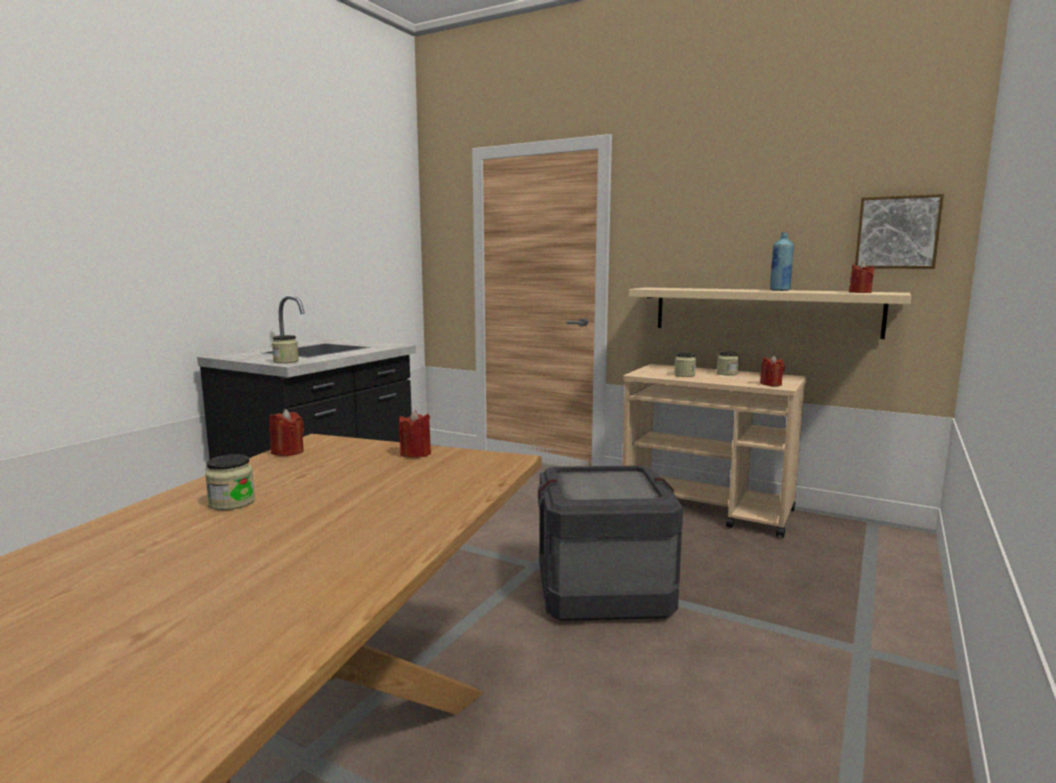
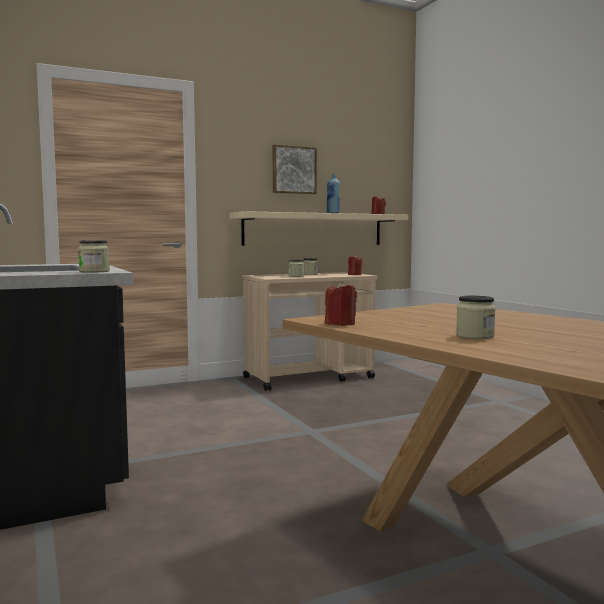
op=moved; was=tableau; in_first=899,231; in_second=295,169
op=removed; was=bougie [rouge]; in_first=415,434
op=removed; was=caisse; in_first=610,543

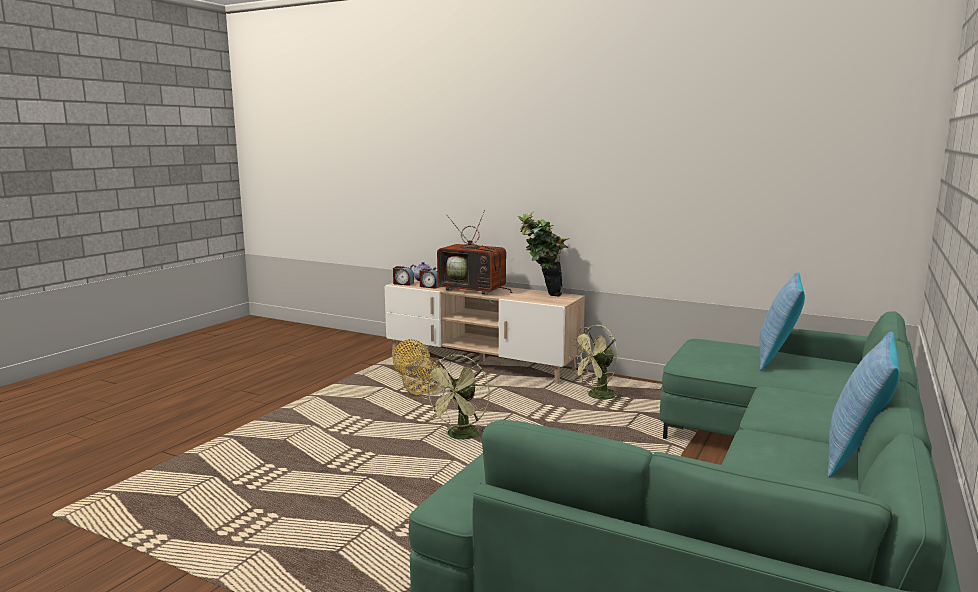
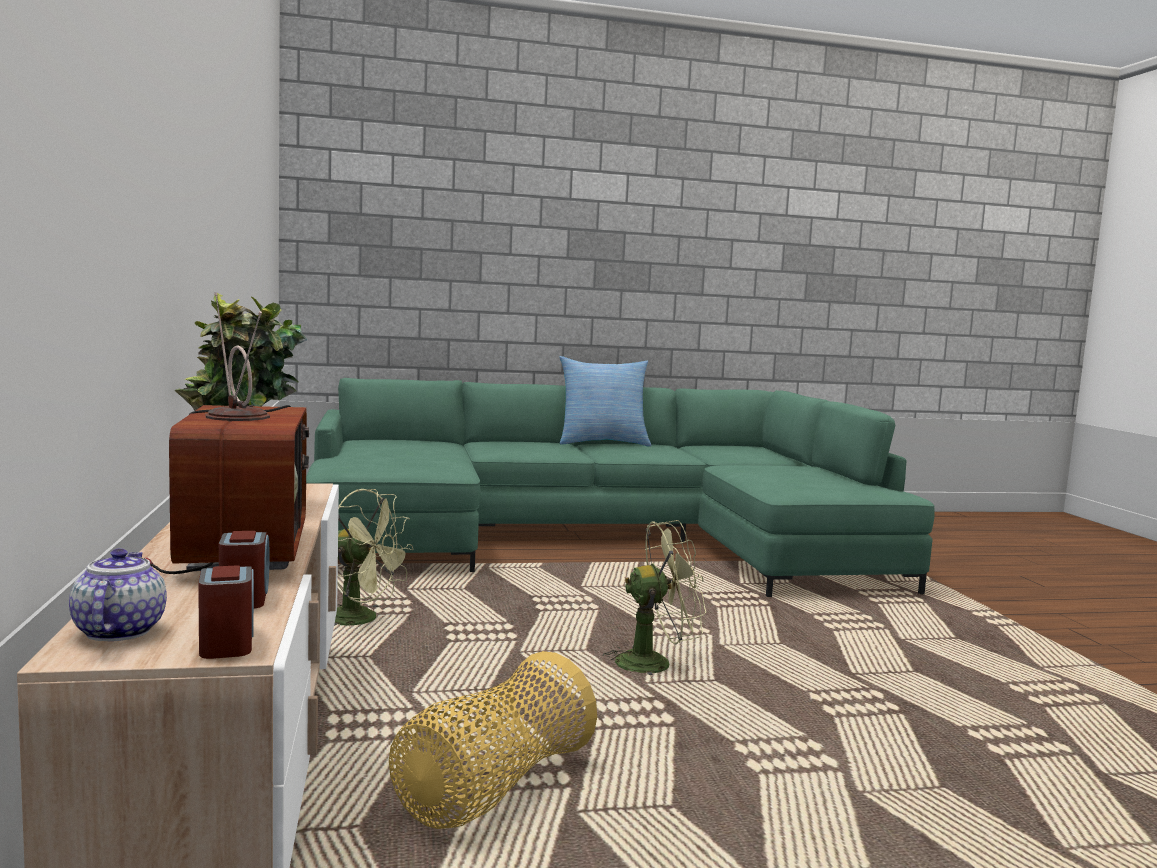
op=removed; was=coussin; in_first=782,322

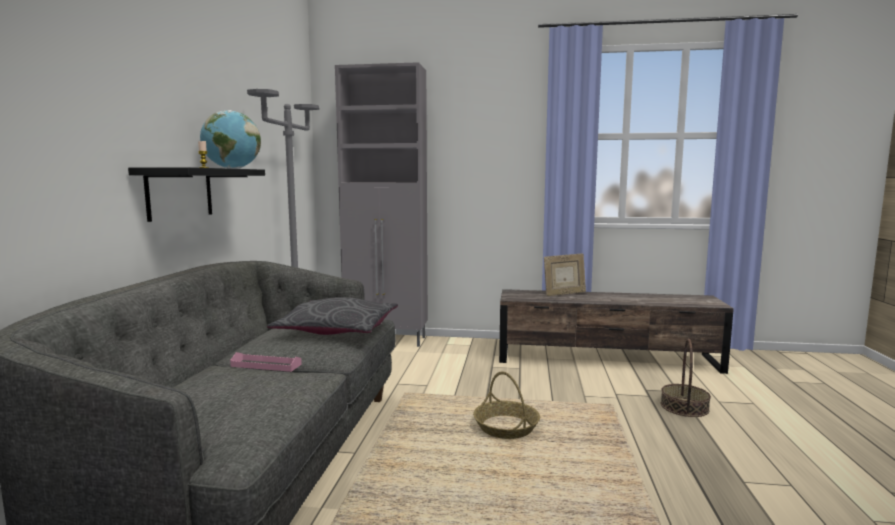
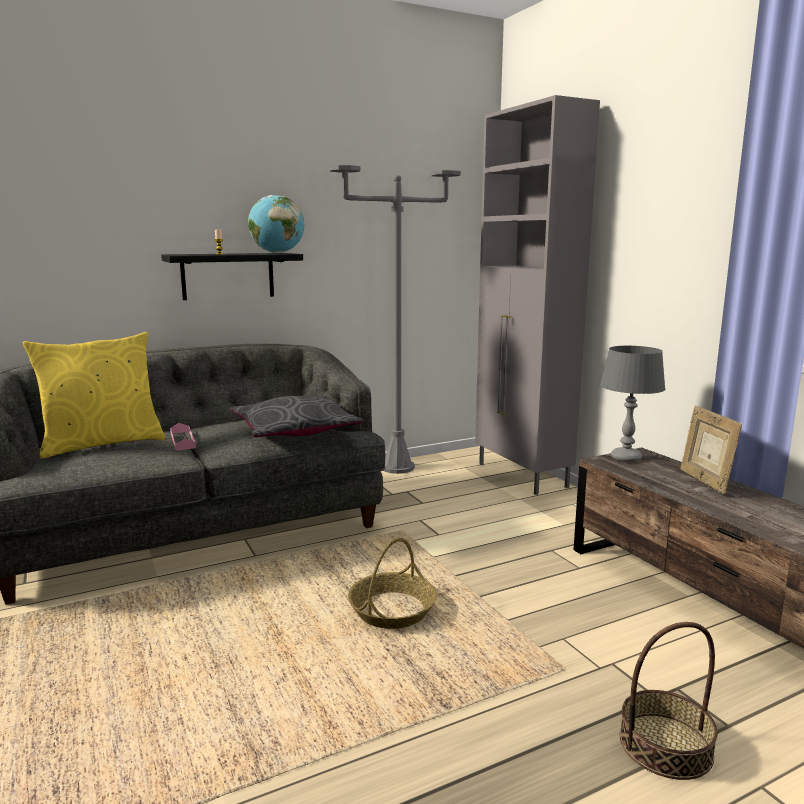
op=turned; was=cadre photo; in_first=565,274; in_second=711,450; clockwise=45
op=added; now=coussin [jaune]; in_second=94,395
op=added; now=lampe de table [gris]; in_second=633,404

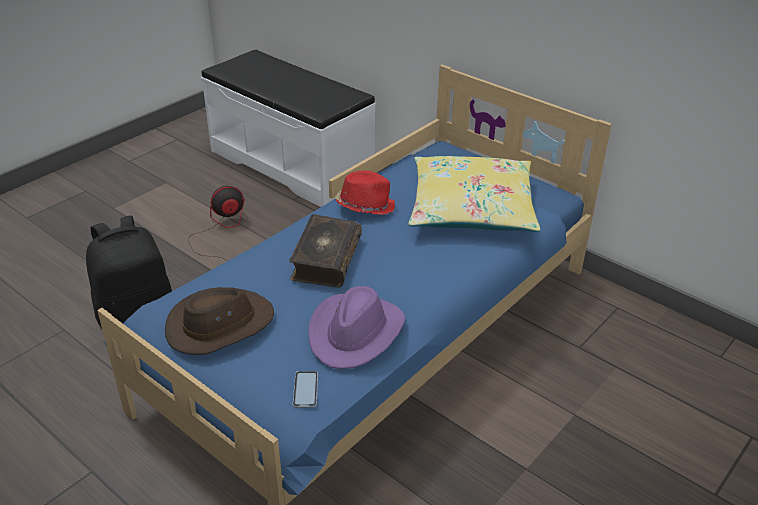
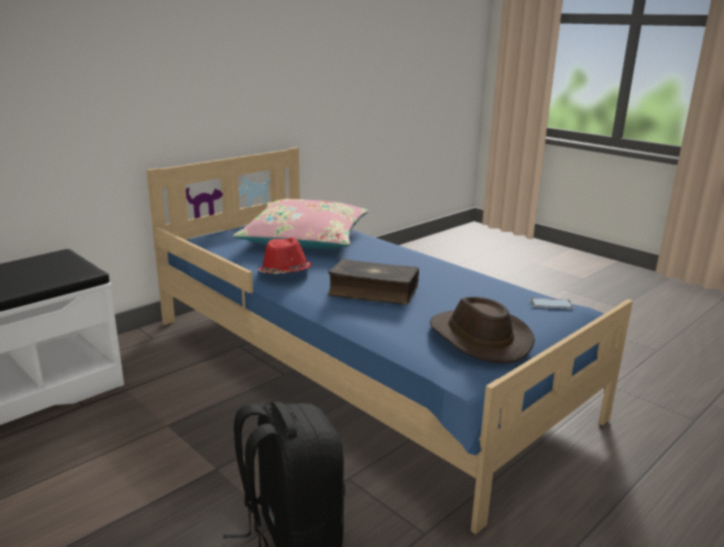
op=recoloured; was=coussin [jaune]; now=coussin [rose]; in_first=474,194; in_second=300,224
op=removed; was=ventilateur; in_first=216,223
op=removed; was=chapeau [violet]; in_first=357,327

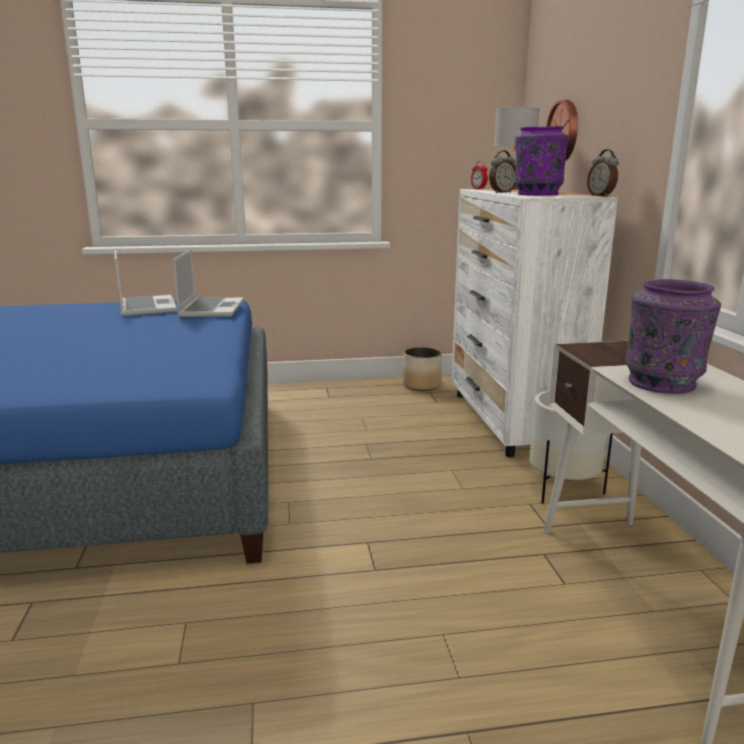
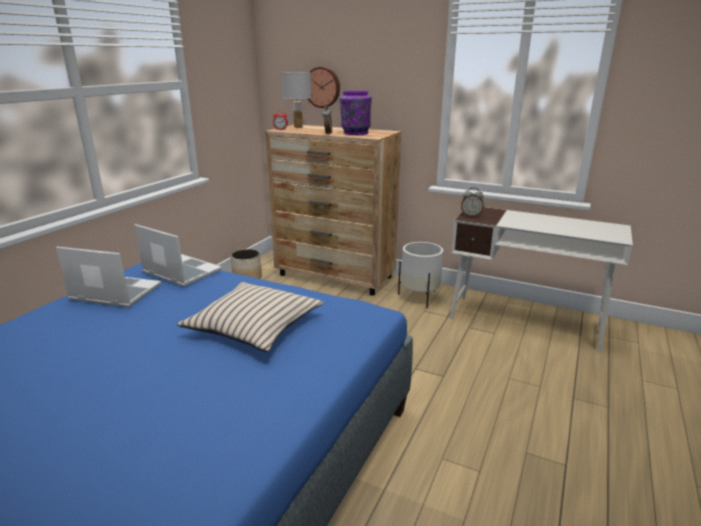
op=moved; was=réveil; in_first=603,173; in_second=472,202
op=recoloured; was=commode [blanc]; now=commode [marron]; in_first=535,323; in_second=333,210
op=removed; was=vase [violet]; in_first=673,336
op=added; now=coussin [beige]; in_second=250,317

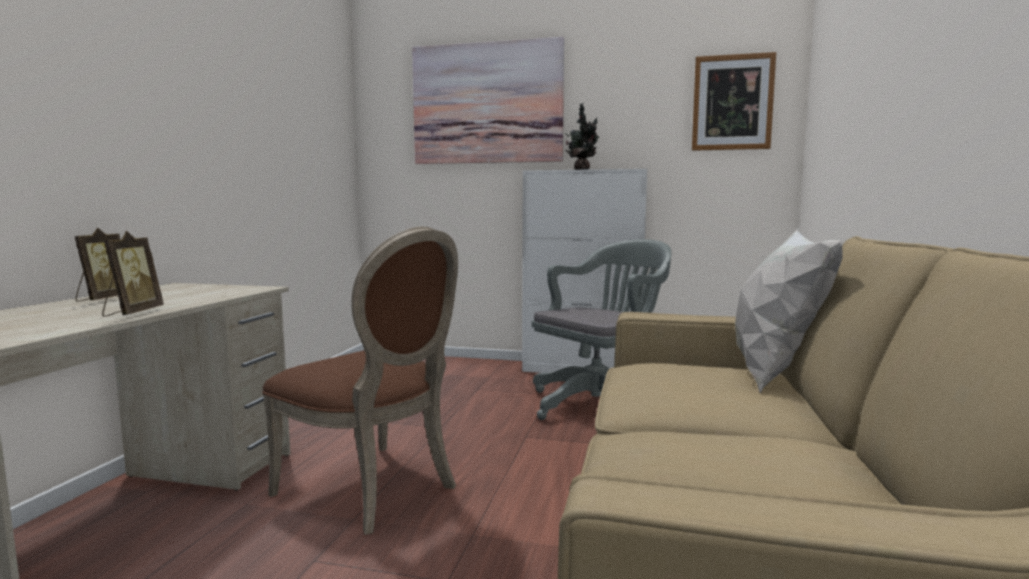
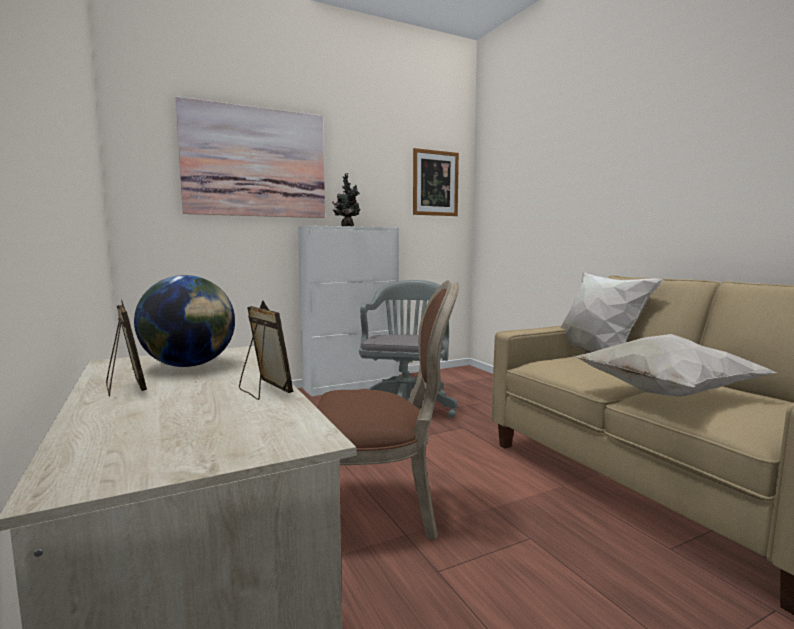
op=added; now=globe; in_second=184,321
op=added; now=coussin [blanc]; in_second=675,365

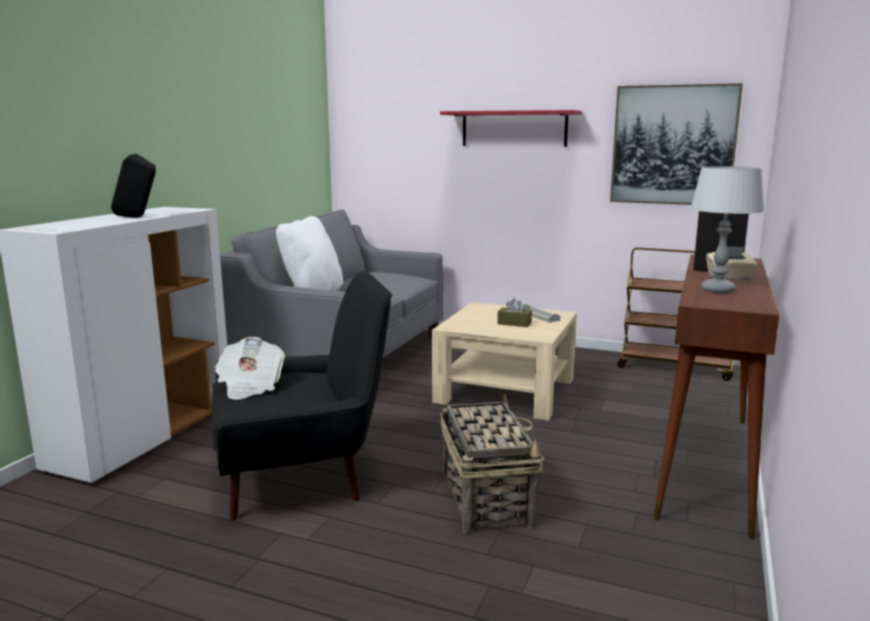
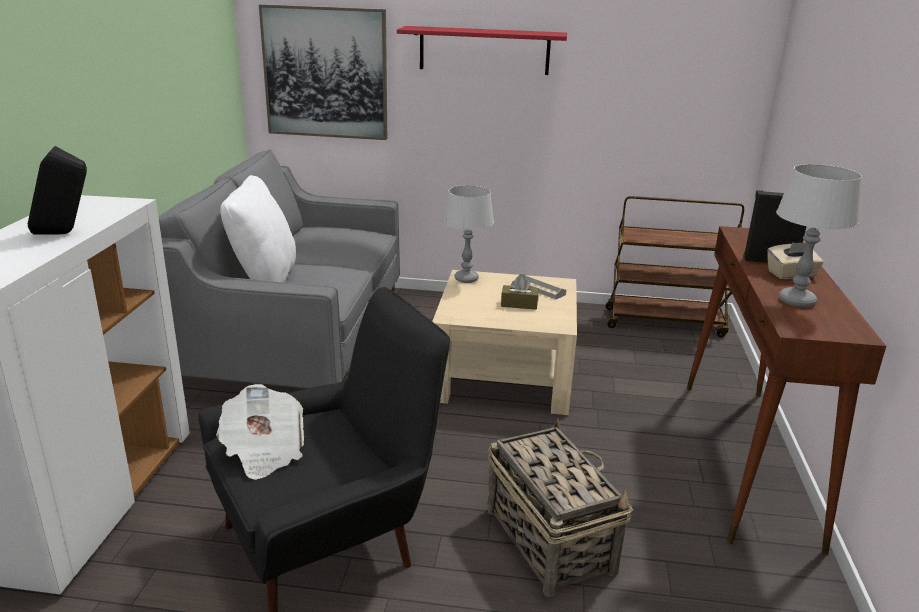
op=moved; was=tableau; in_first=676,144; in_second=323,72
op=added; now=lampe de table [gris]; in_second=468,234

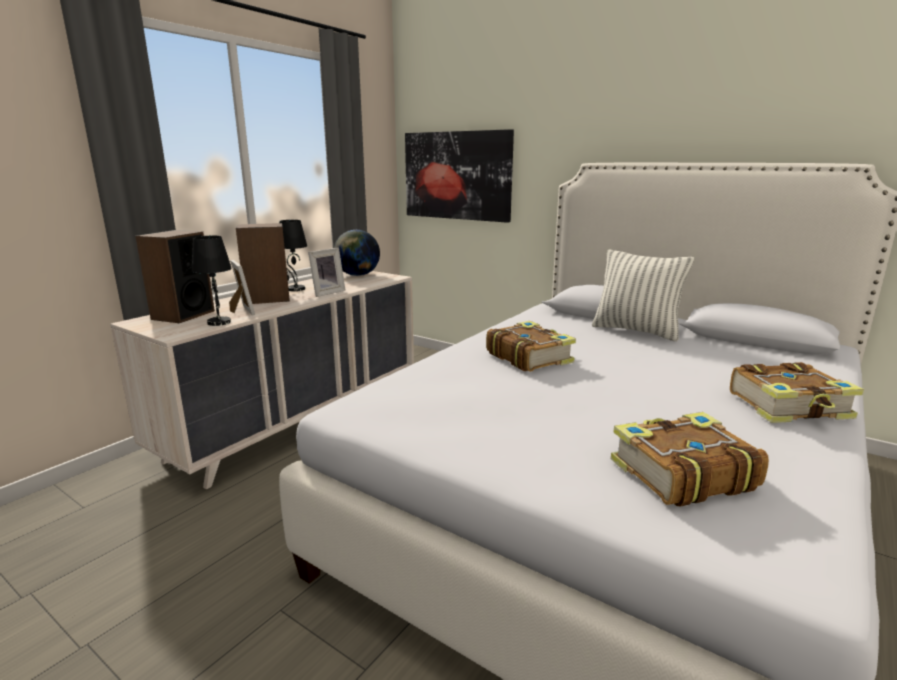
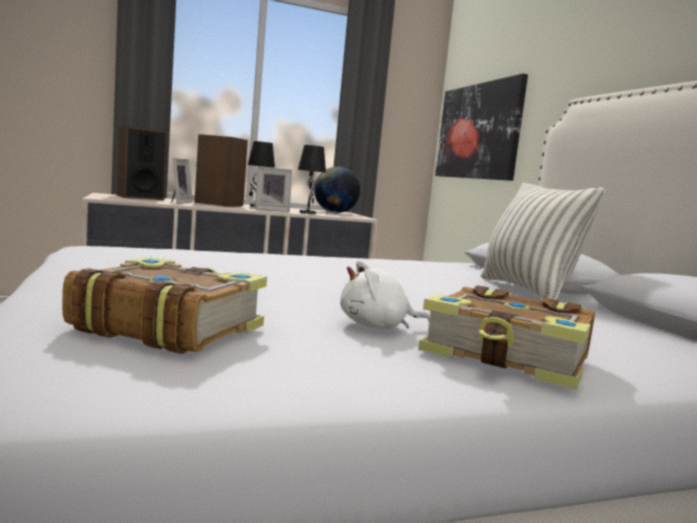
op=moved; was=lampe de table [noir]; in_first=212,281; in_second=312,179
op=removed; was=livre; in_first=531,346
op=added; now=peluche [blanc]; in_second=385,295

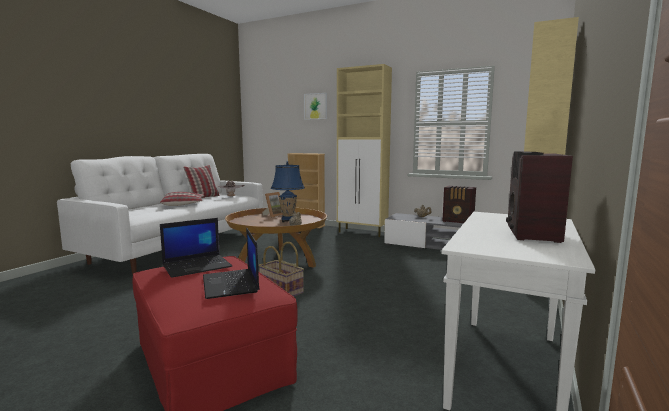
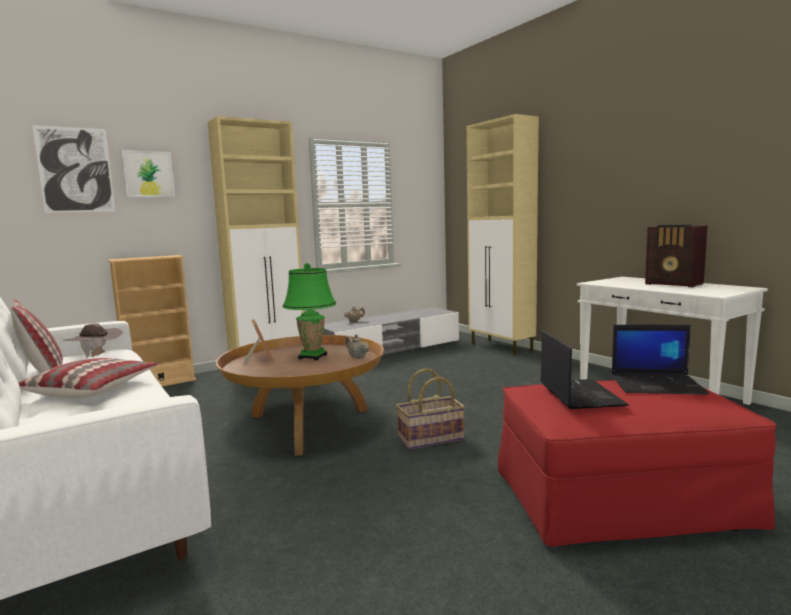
op=recoloured; was=lampe de table [bleu]; now=lampe de table [vert]; in_first=288,192; in_second=309,311
op=removed; was=radio; in_first=459,204
op=added; now=tableau; in_second=73,169

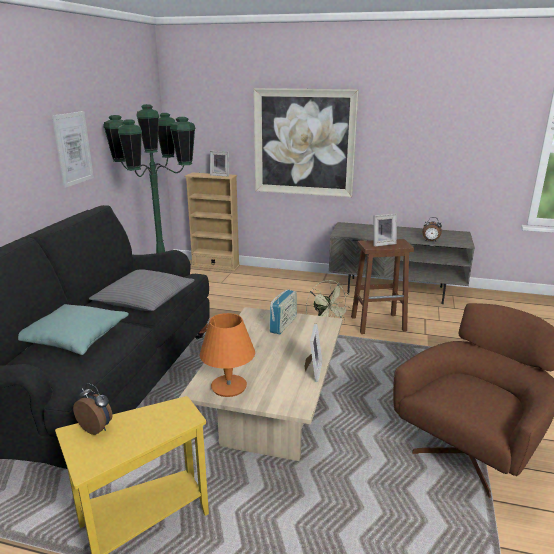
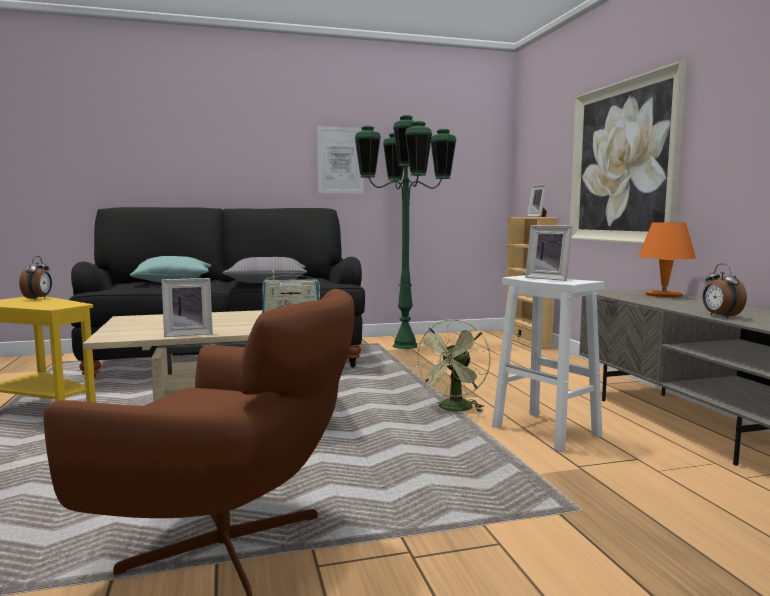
op=recoloured; was=tabouret [marron]; now=tabouret [blanc]; in_first=382,286; in_second=548,363
op=moved; was=lampe de table [orange]; in_first=227,355; in_second=667,259

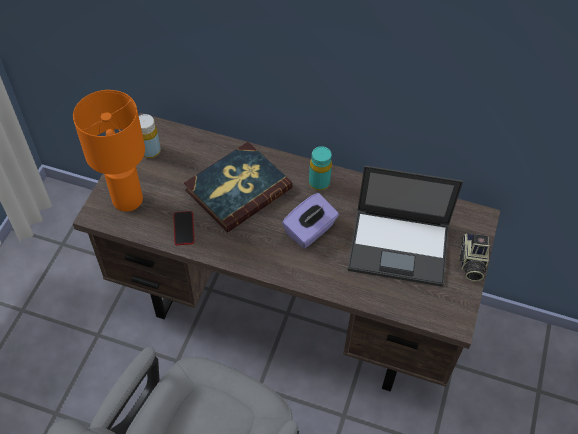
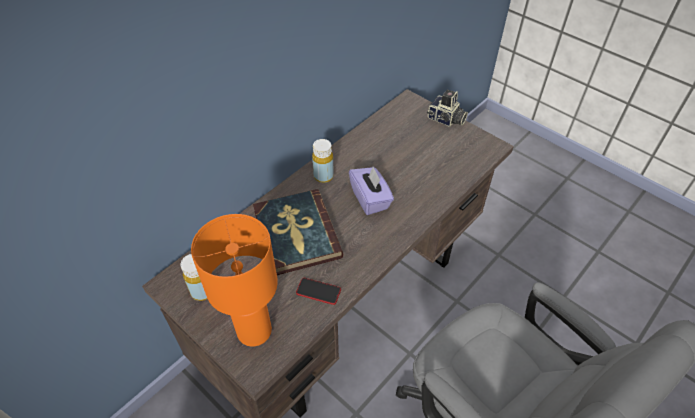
op=recoloured; was=bouteille [turquoise]; now=bouteille [jaune]; in_first=320,168; in_second=323,161
op=removed; was=ordinateur portable; in_first=405,226

